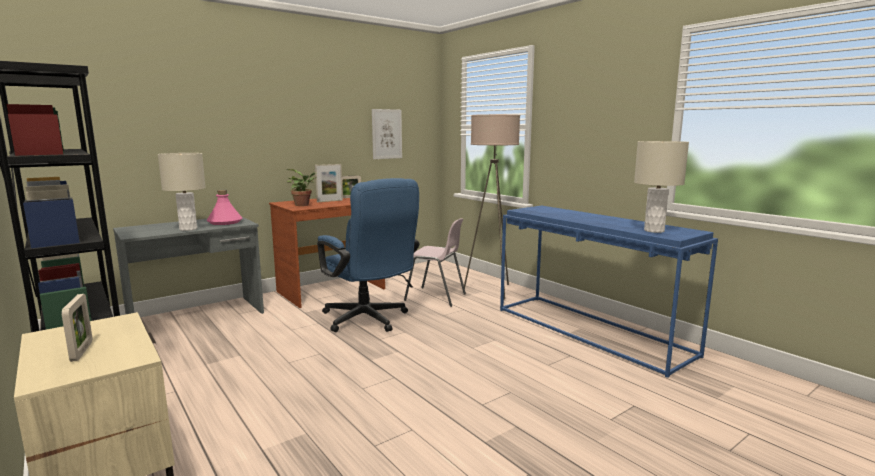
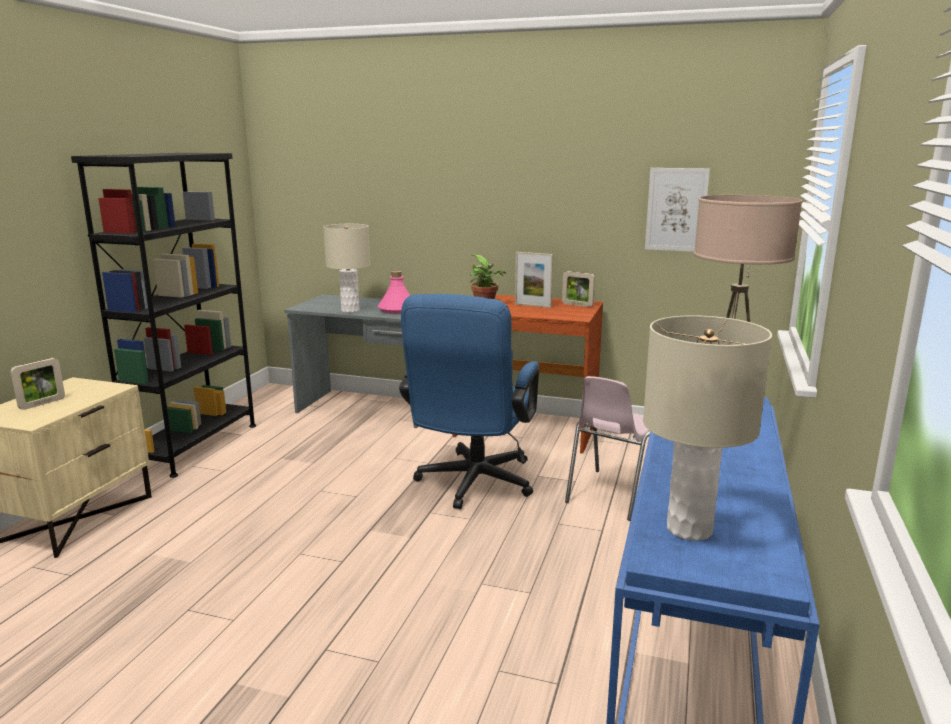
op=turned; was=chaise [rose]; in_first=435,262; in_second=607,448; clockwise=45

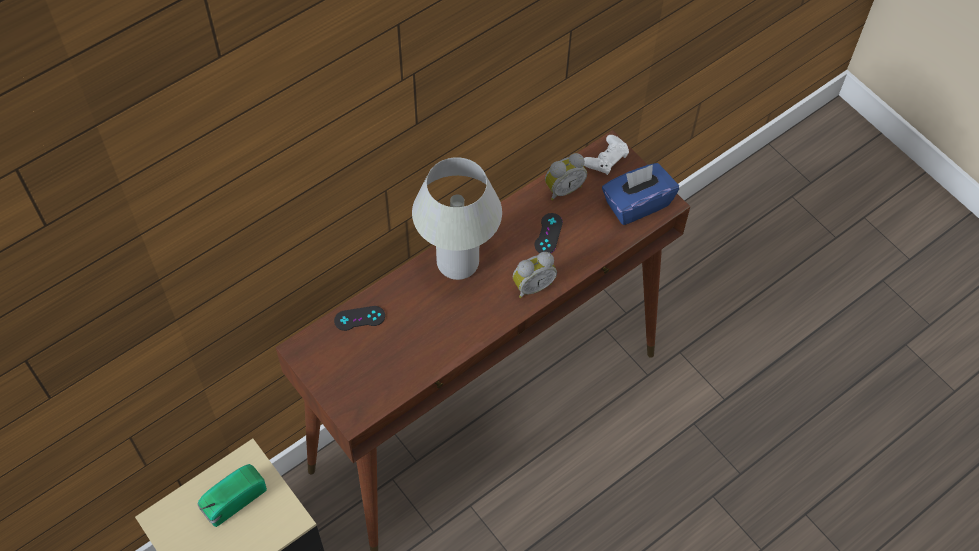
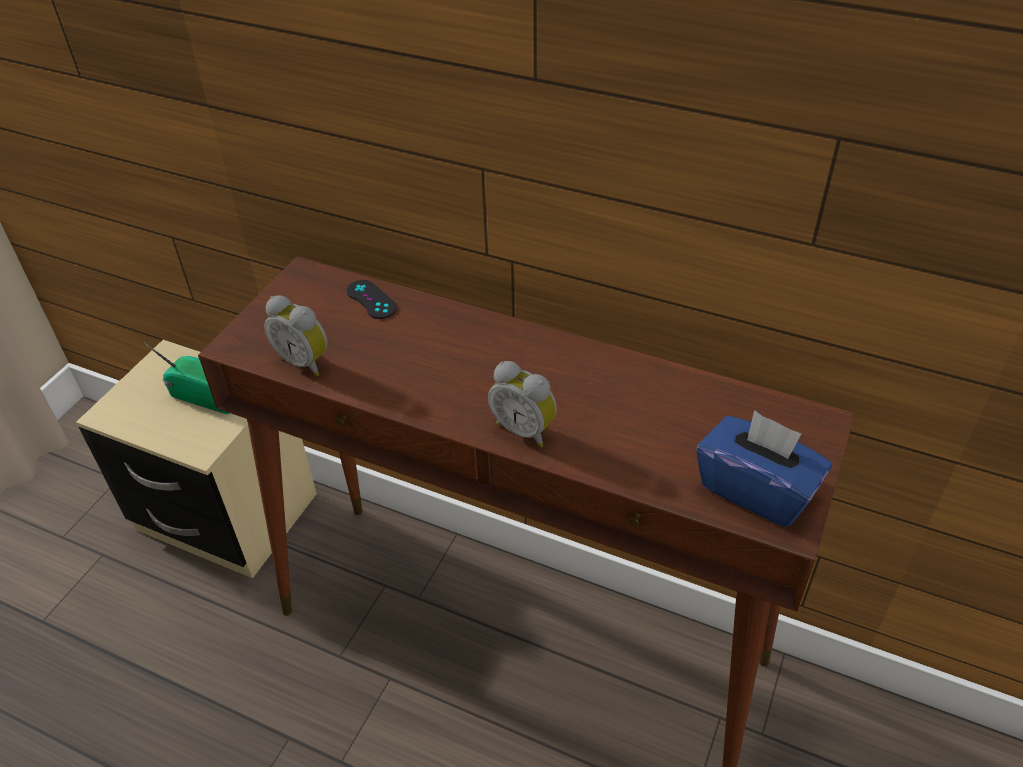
op=removed; was=manette [blanc]; in_first=606,155
op=moved; was=réveil; in_first=566,176; in_second=295,335
op=removed; was=lampe de table [blanc]; in_first=457,218
op=removed; was=manette [noir]; in_first=549,233

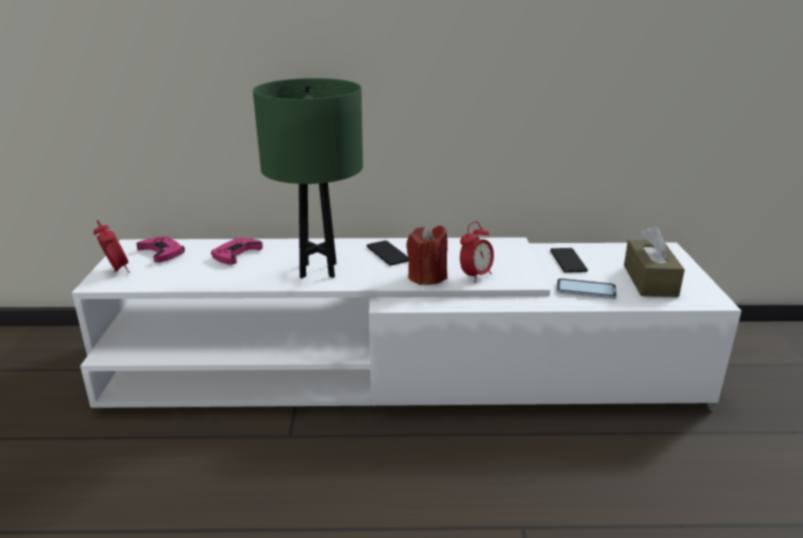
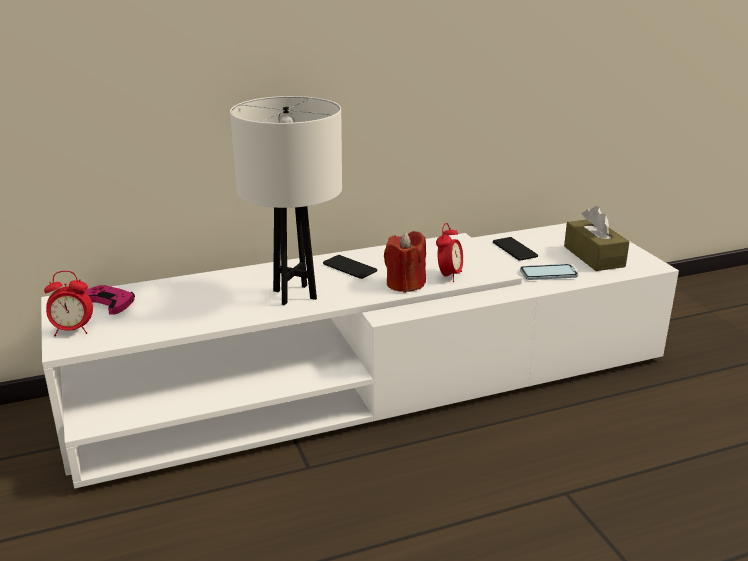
op=recoloured; was=lampe de table [vert]; now=lampe de table [blanc]; in_first=308,178; in_second=286,200
op=turned; was=réveil; in_first=111,246; in_second=68,303; clockwise=135
op=removed; was=manette [rose]; in_first=237,251

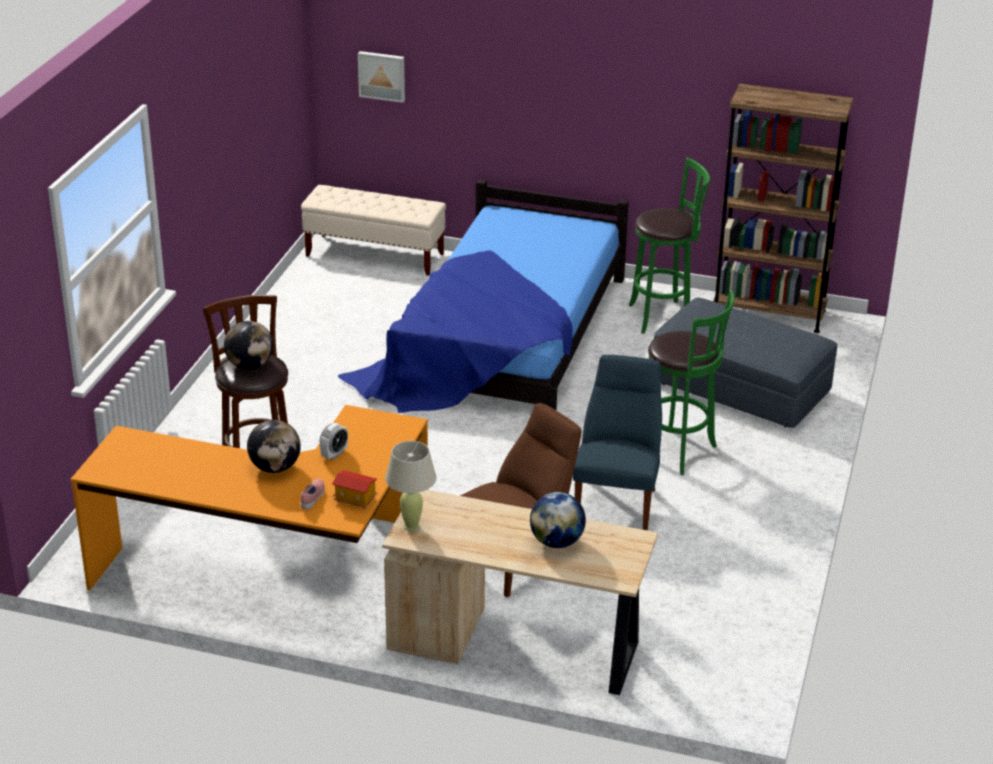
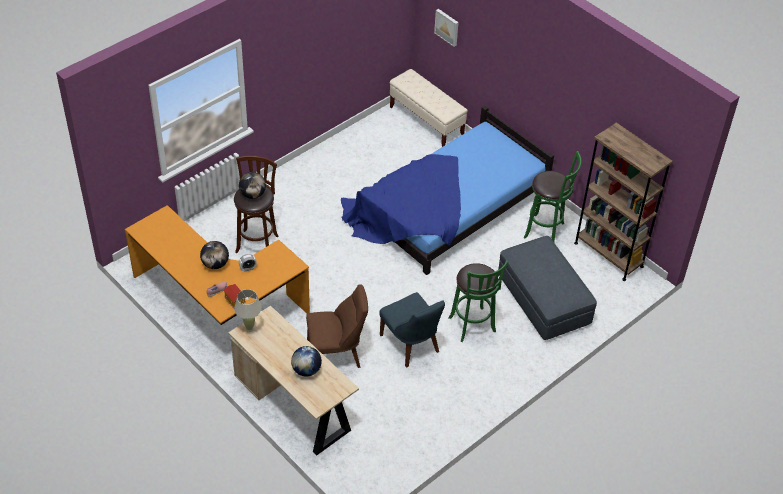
op=turned; was=chaise [bleu]; in_first=617,443; in_second=412,330; clockwise=105

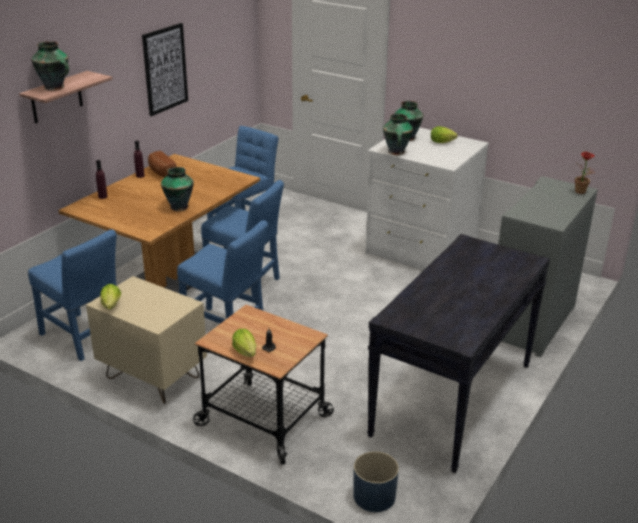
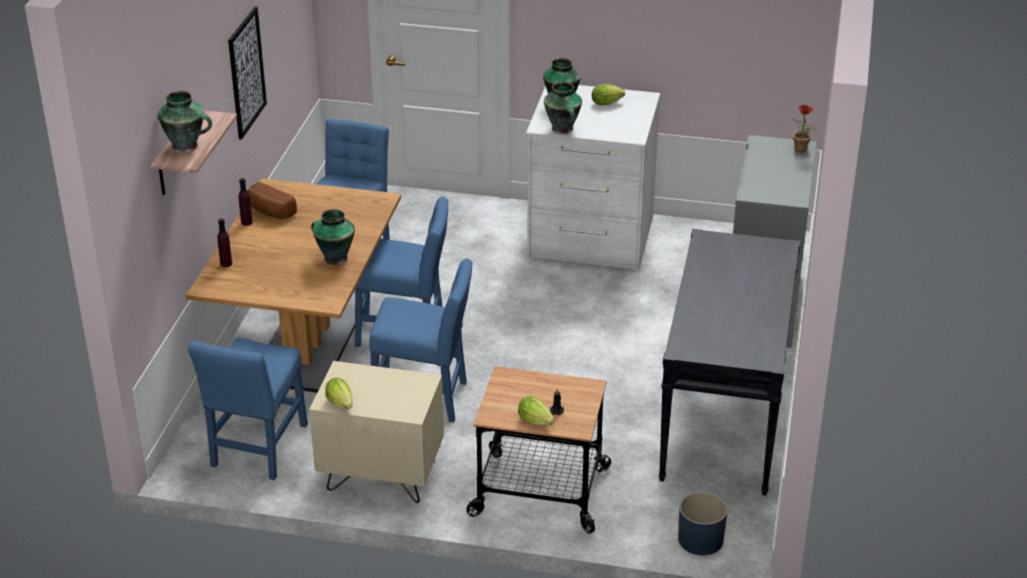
op=turned; was=chaise [bleu]; in_first=72,295; in_second=248,409; clockwise=90

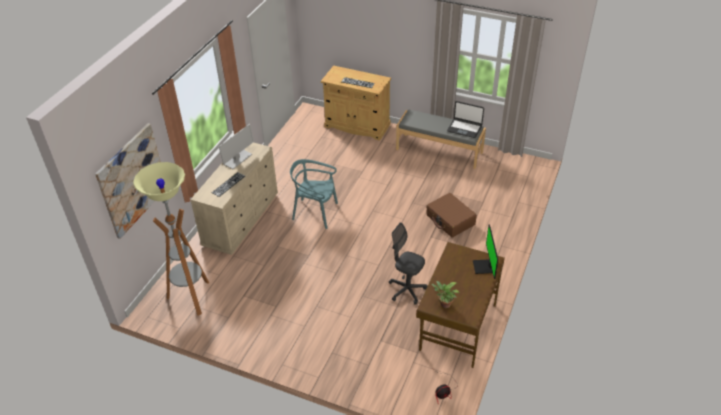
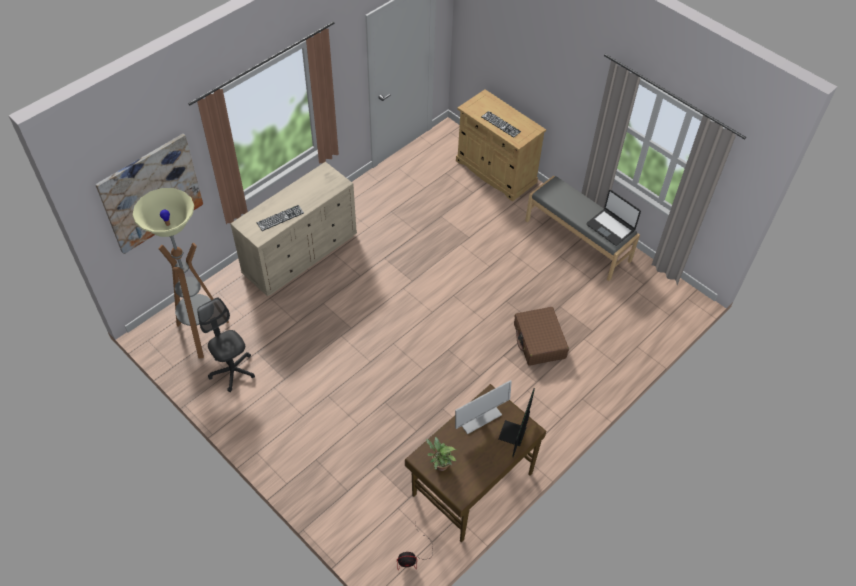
op=moved; was=écran d'ordinateur; in_first=236,146; in_second=483,407
op=removed; was=chaise [turquoise]; in_first=314,194
op=moved; was=chaise de bureau [gris]; in_first=408,263; in_second=226,344

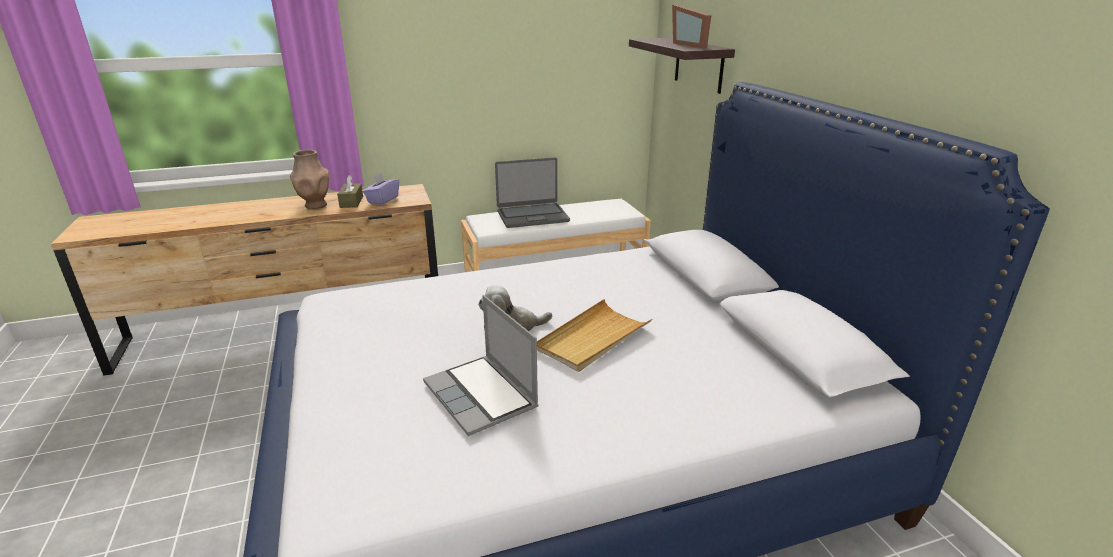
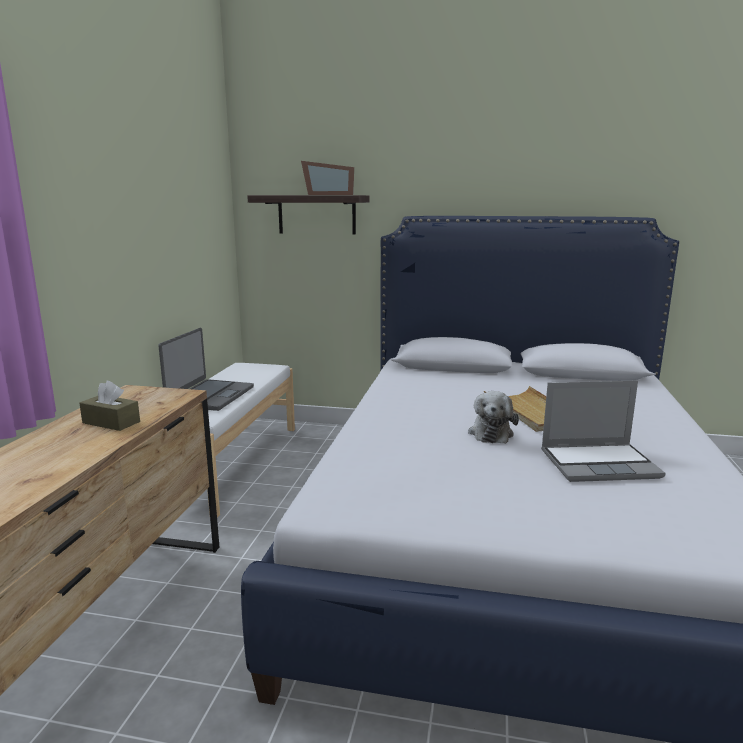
op=removed; was=vase [marron]; in_first=309,179
op=removed; was=boîte à mouchoirs [violet]; in_first=381,188

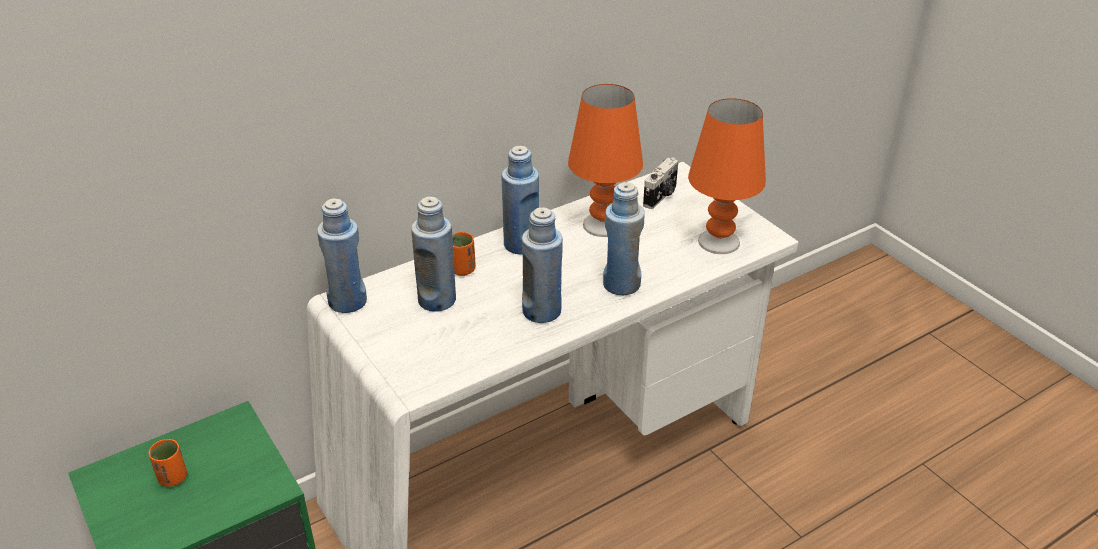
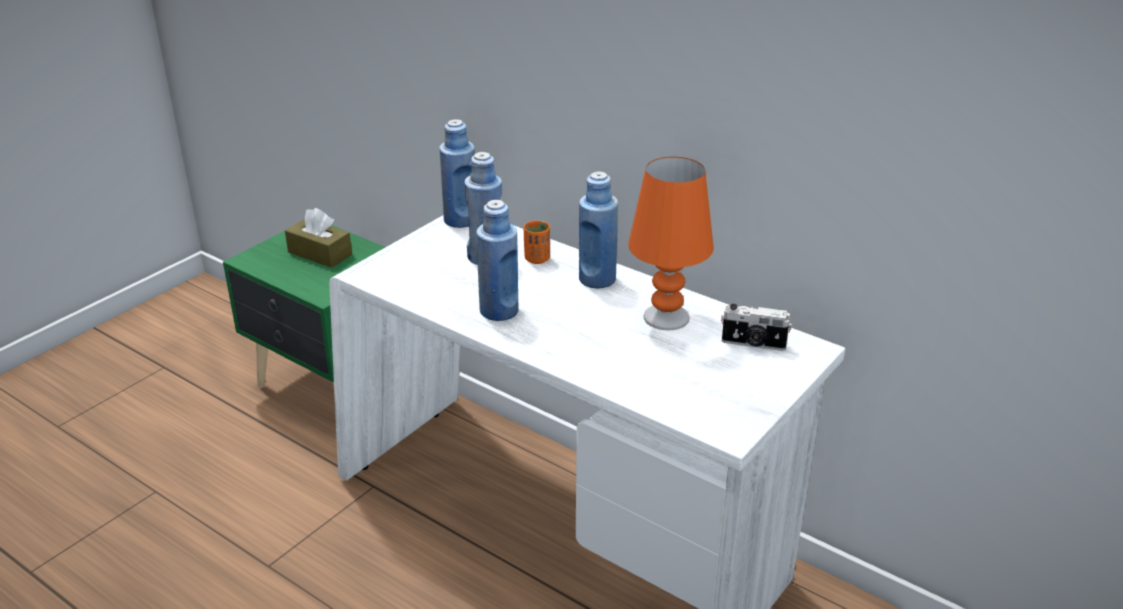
op=removed; was=lampe de table [orange]; in_first=727,176
op=removed; was=bouteille [bleu]; in_first=624,238
op=replaced; was=tasse [orange]; now=boîte à mouchoirs [marron]; in_first=167,463; in_second=318,238

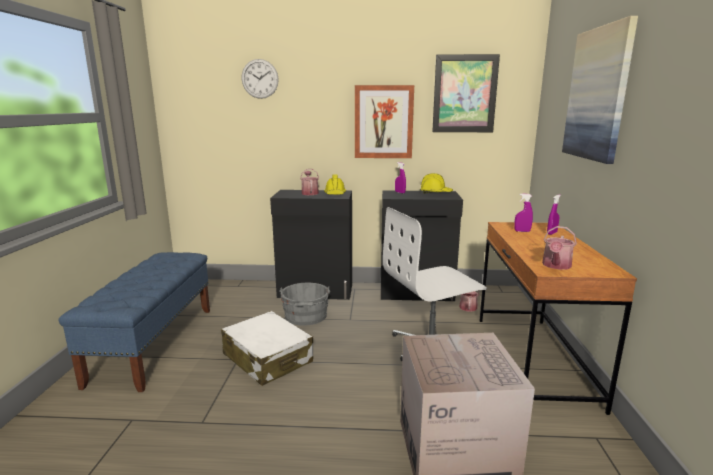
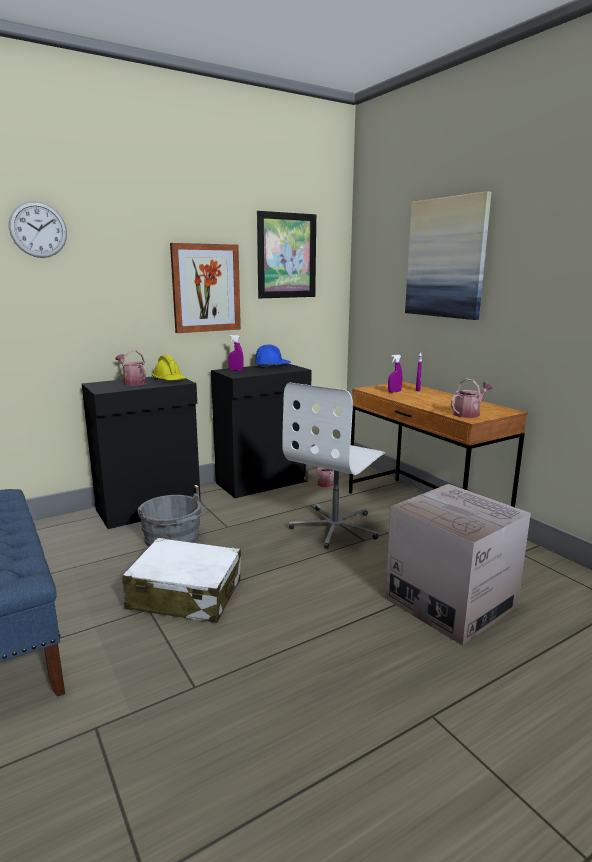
op=recoloured; was=casque de chantier [jaune]; now=casque de chantier [bleu]; in_first=436,183; in_second=273,356
op=turned; was=arrosoir; in_first=559,248; in_second=471,398; clockwise=-120

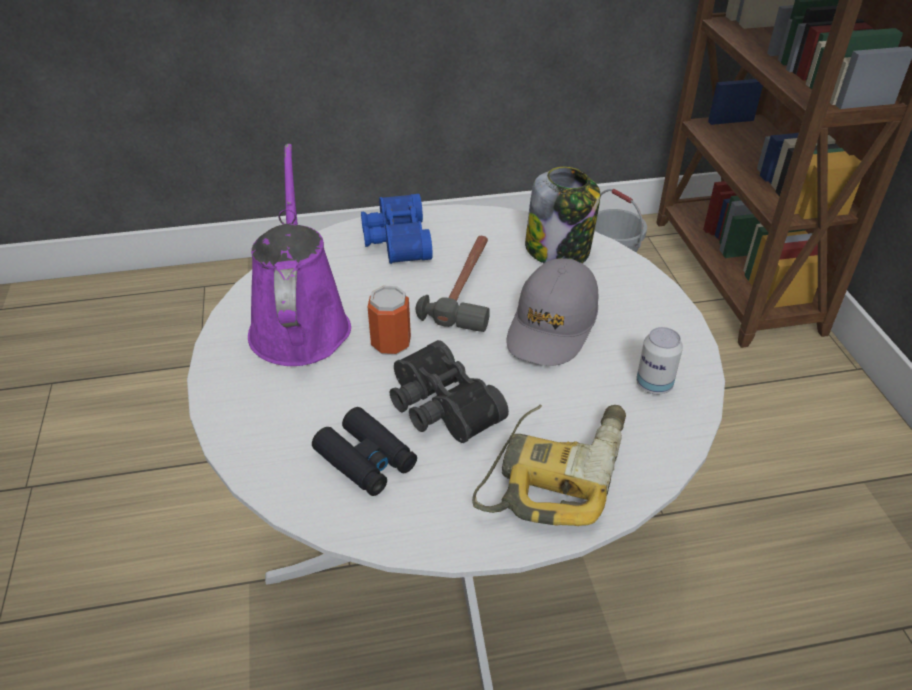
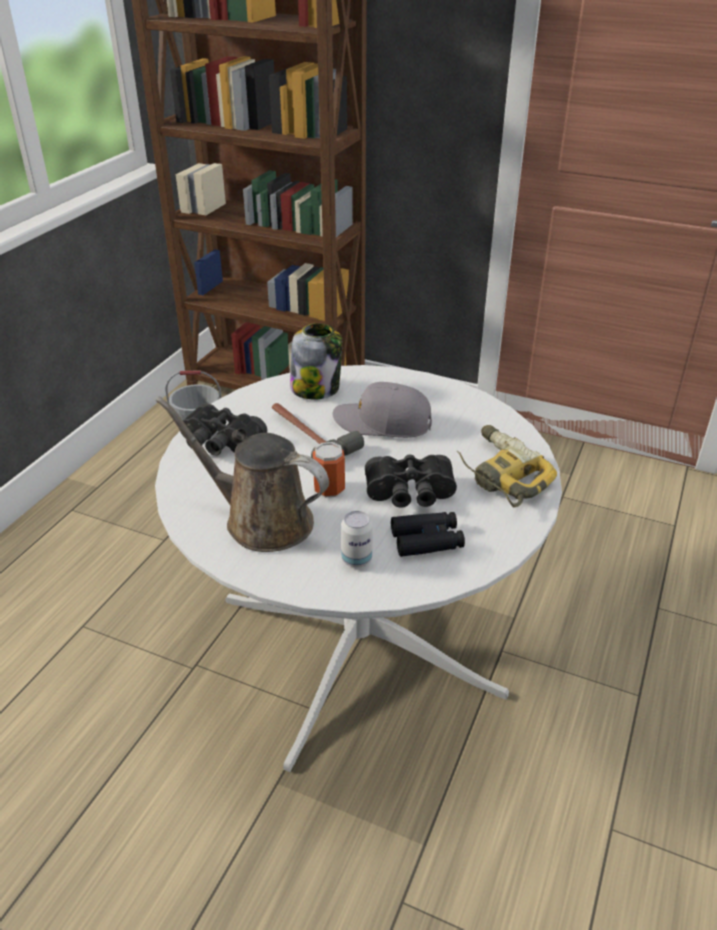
op=recoloured; was=arrosoir [violet]; now=arrosoir [marron]; in_first=299,255; in_second=242,474
op=recoloured; was=jumelles [bleu]; now=jumelles [noir]; in_first=396,229; in_second=223,429
op=turned; was=casquette [gris]; in_first=552,312; in_second=382,410; clockwise=135
op=moved; was=boîte métallique; in_first=659,360; in_second=357,539

